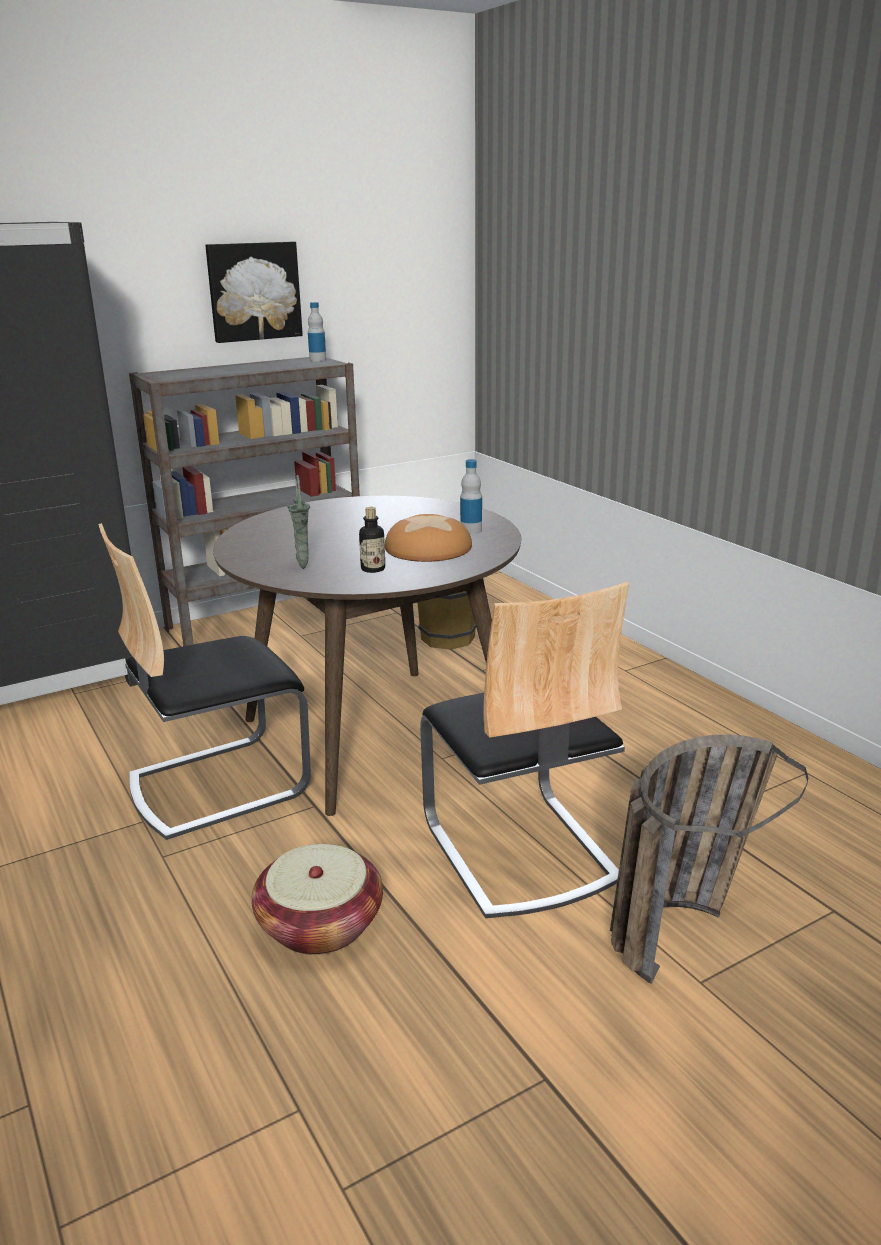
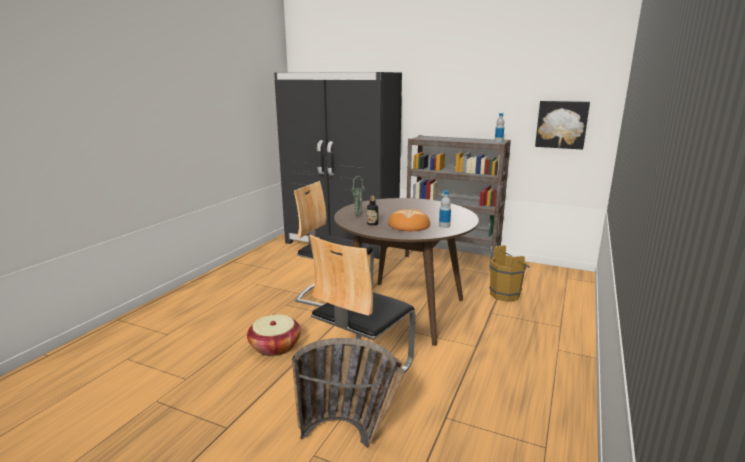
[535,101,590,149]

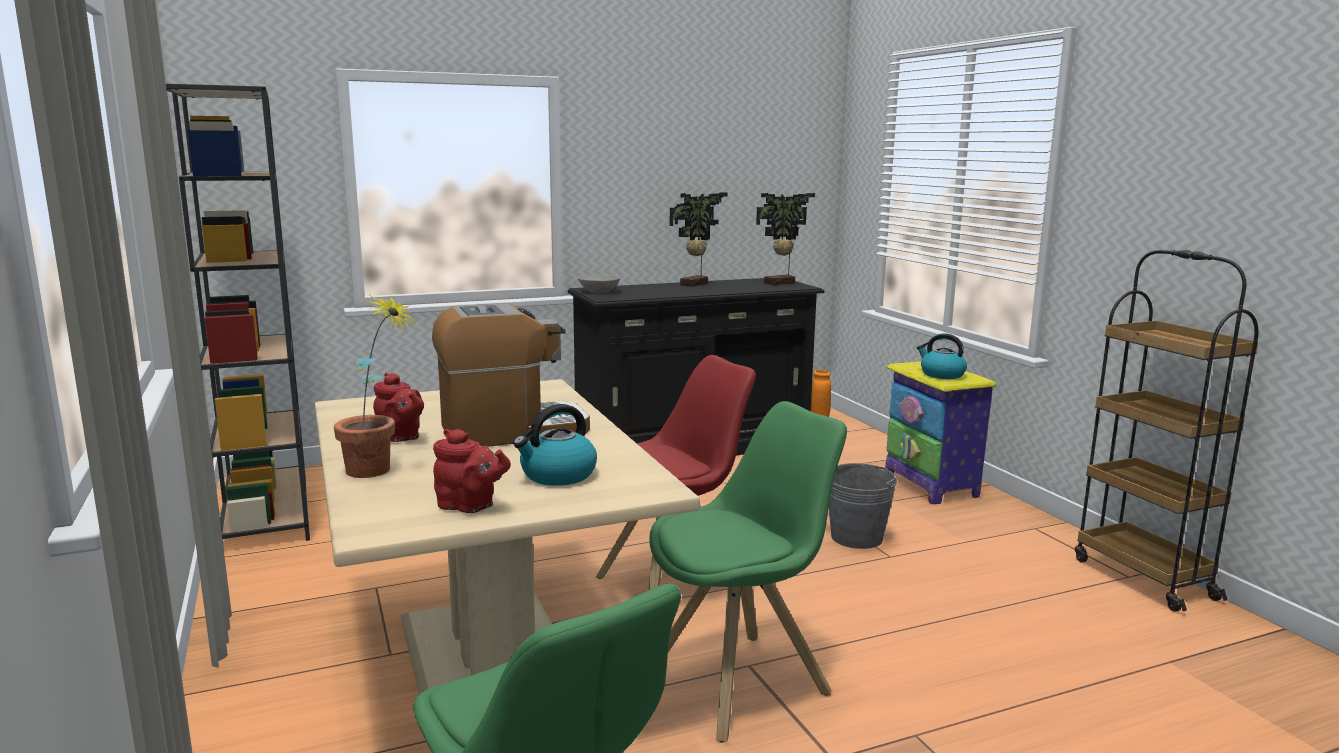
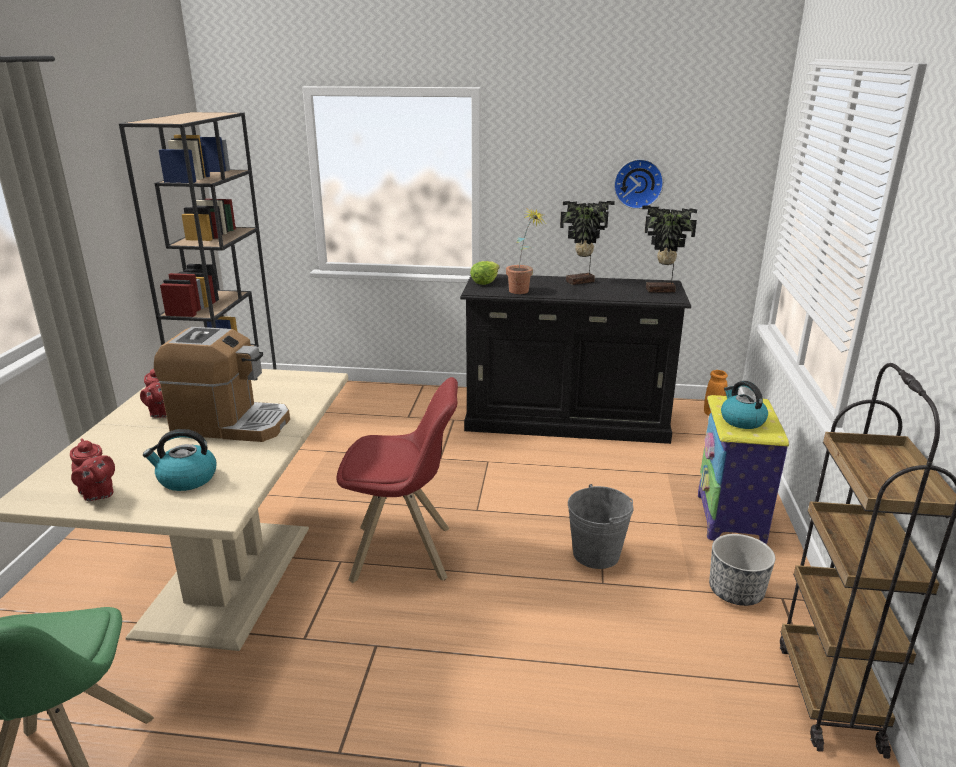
[470,261,499,285]
[506,209,546,294]
[614,159,664,209]
[709,534,775,606]
[649,401,847,742] (first image)

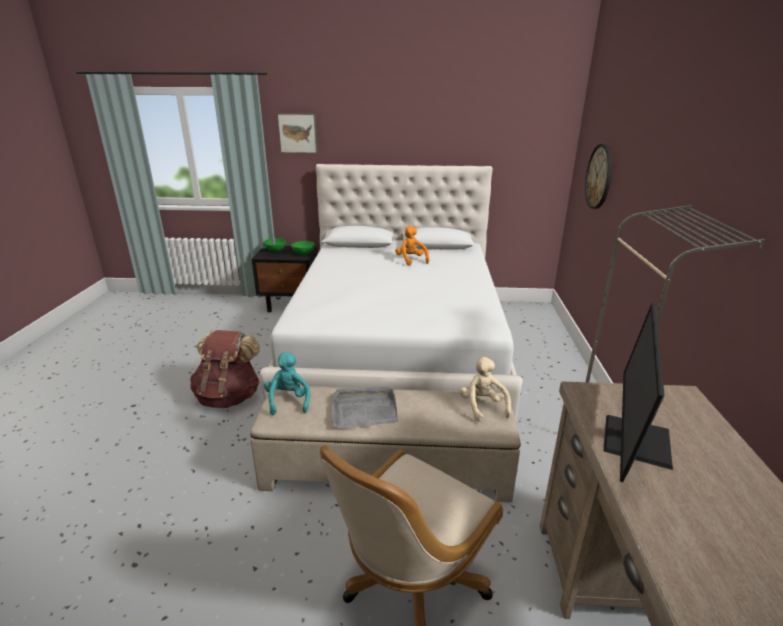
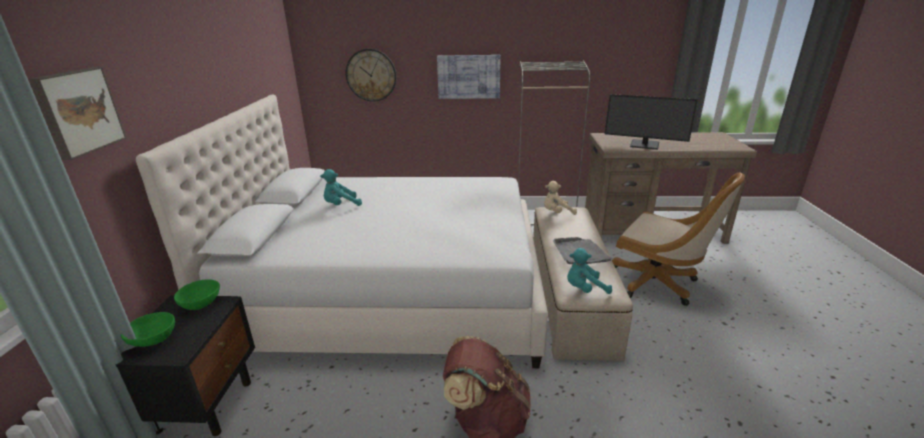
[320,169,362,206]
[437,55,500,99]

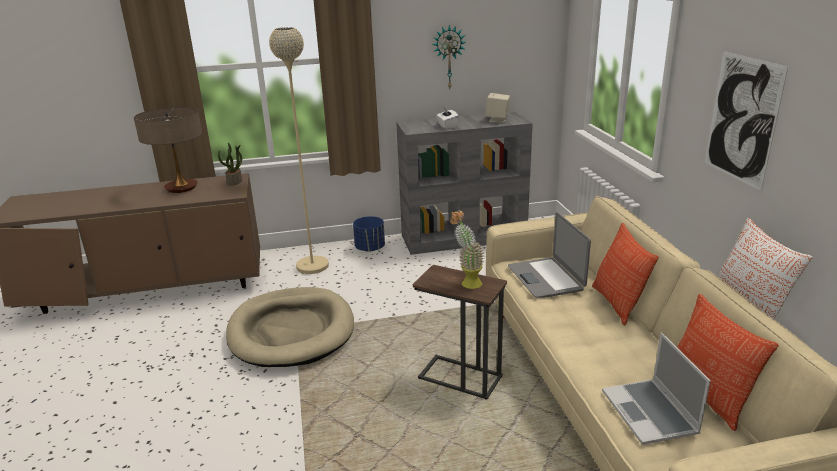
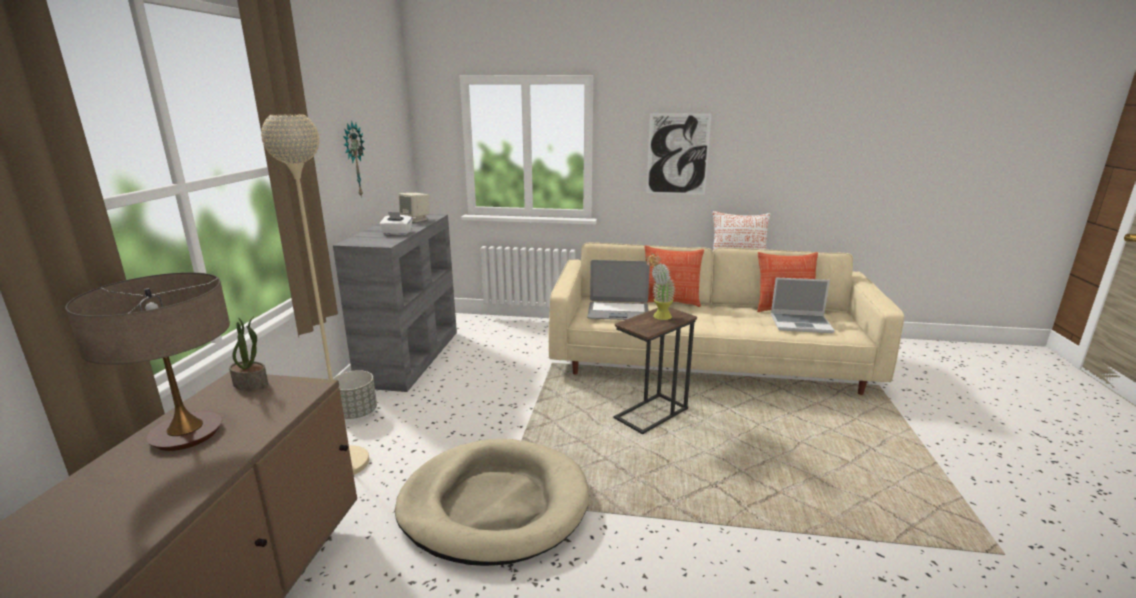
[333,370,377,419]

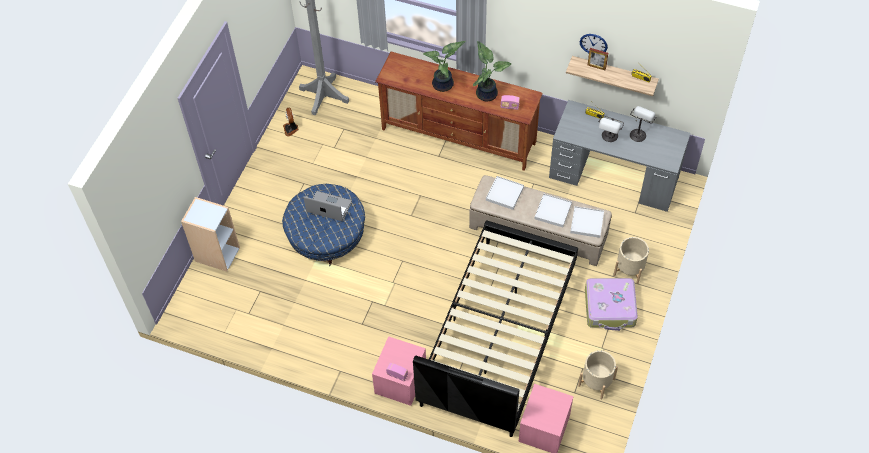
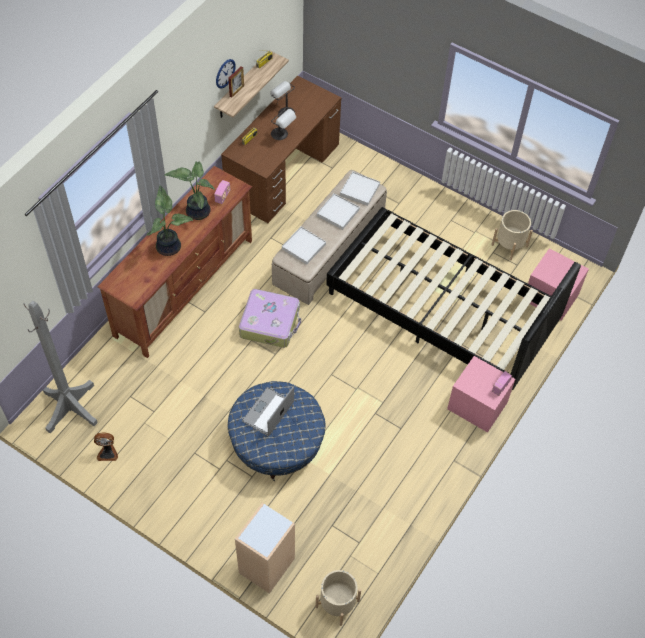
[221,76,341,223]
[239,289,301,348]
[315,570,361,626]

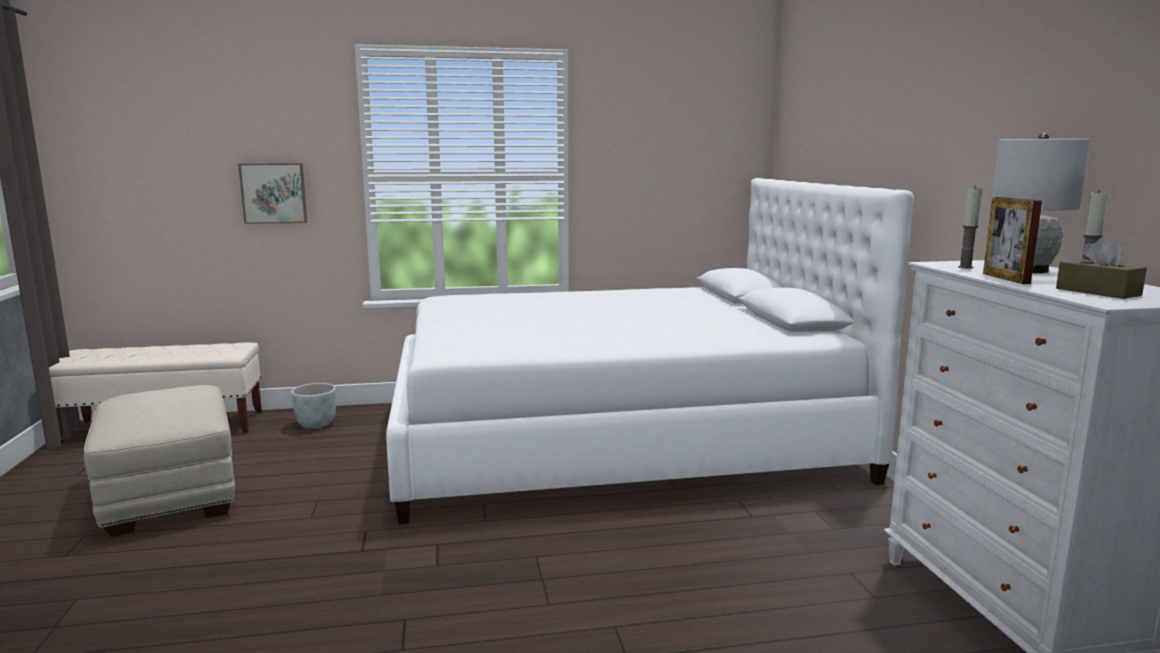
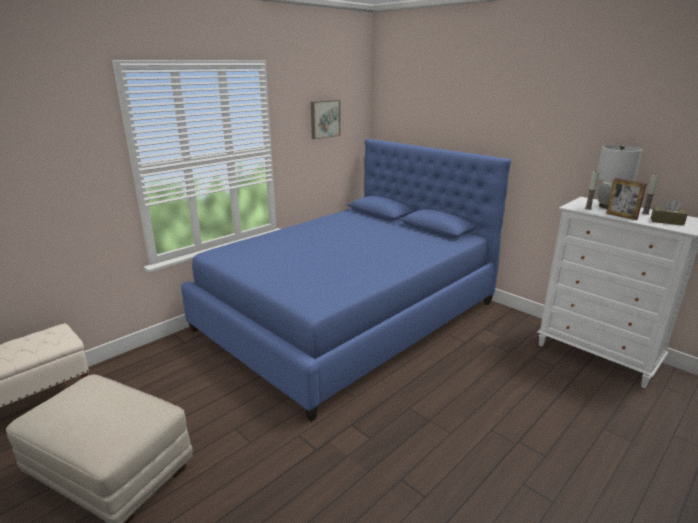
[181,139,511,422]
[311,100,340,139]
[291,383,336,428] (first image)

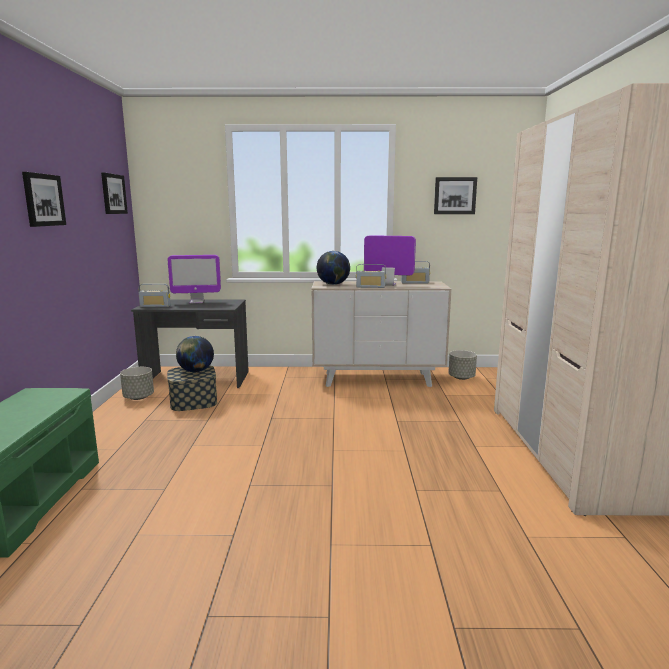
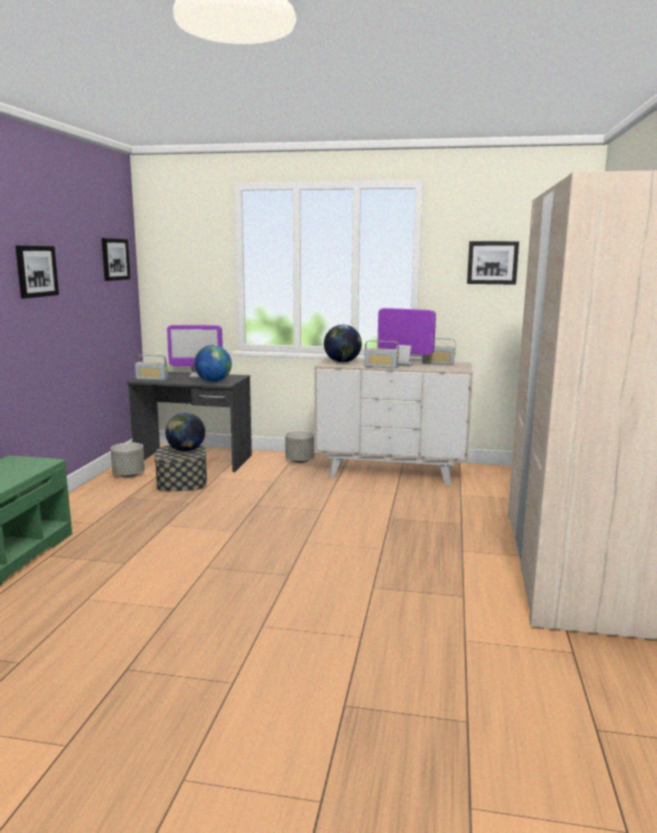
[194,345,232,382]
[285,431,314,463]

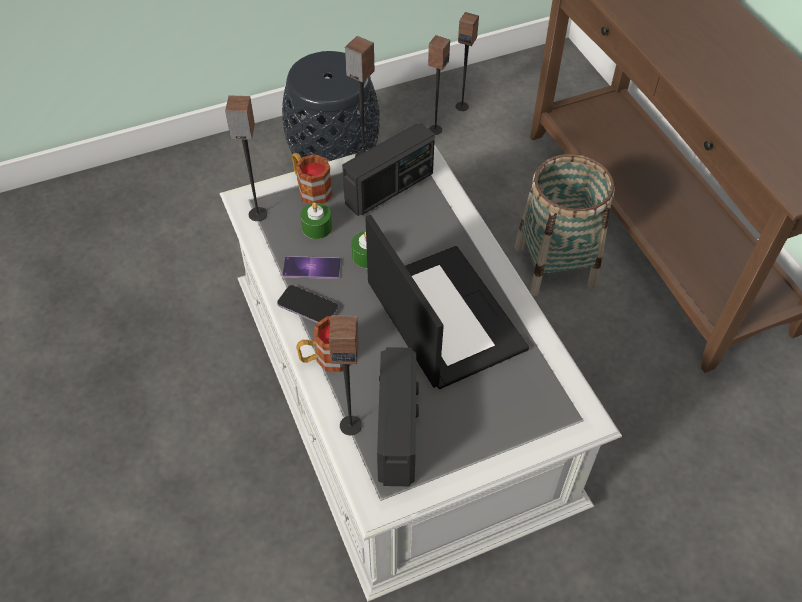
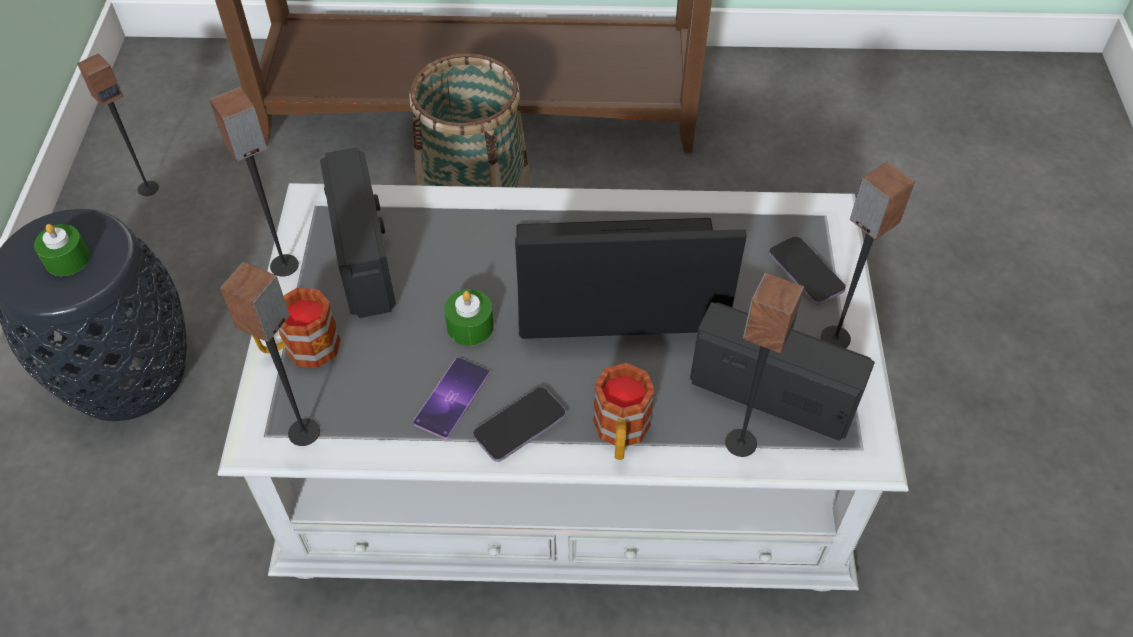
[34,224,90,276]
[769,236,846,305]
[821,161,915,348]

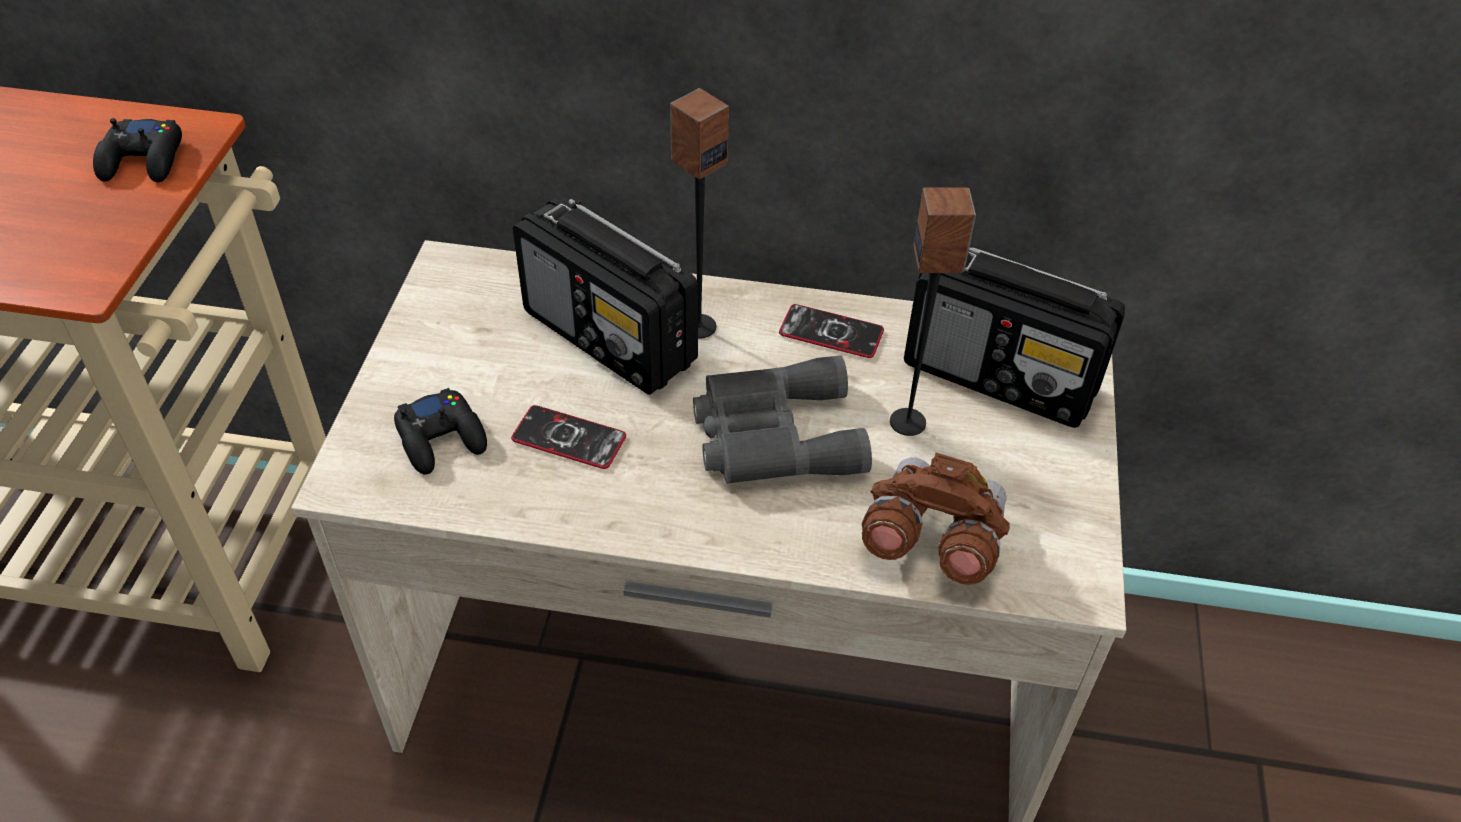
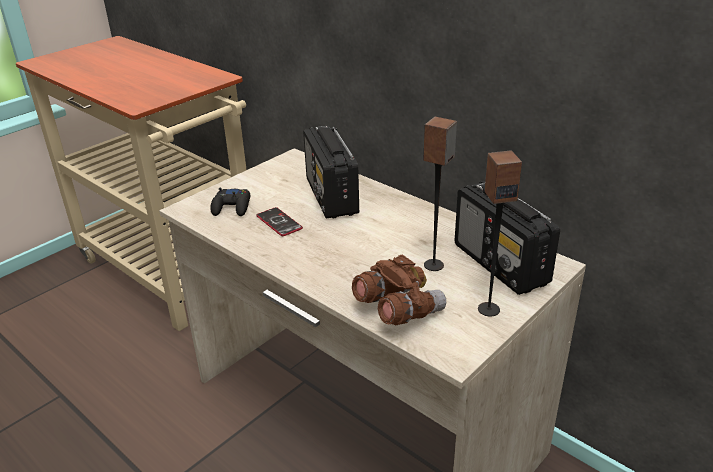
[478,150,522,317]
[93,118,182,182] (first image)
[693,355,872,484] (first image)
[779,304,884,358] (first image)

